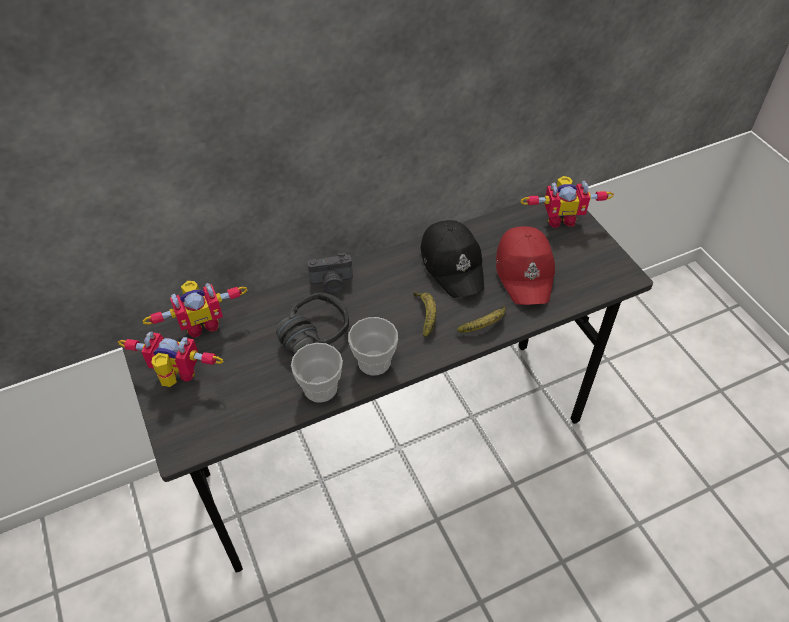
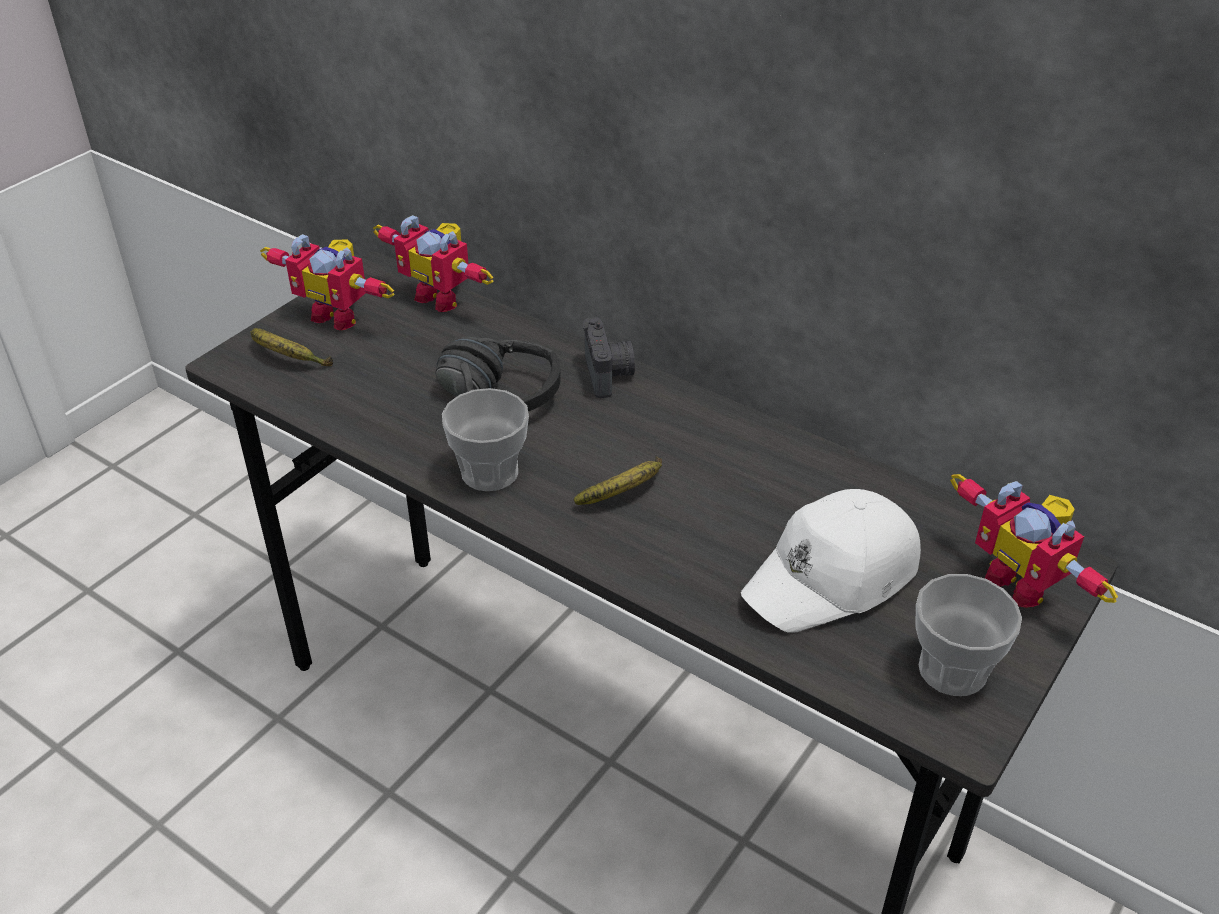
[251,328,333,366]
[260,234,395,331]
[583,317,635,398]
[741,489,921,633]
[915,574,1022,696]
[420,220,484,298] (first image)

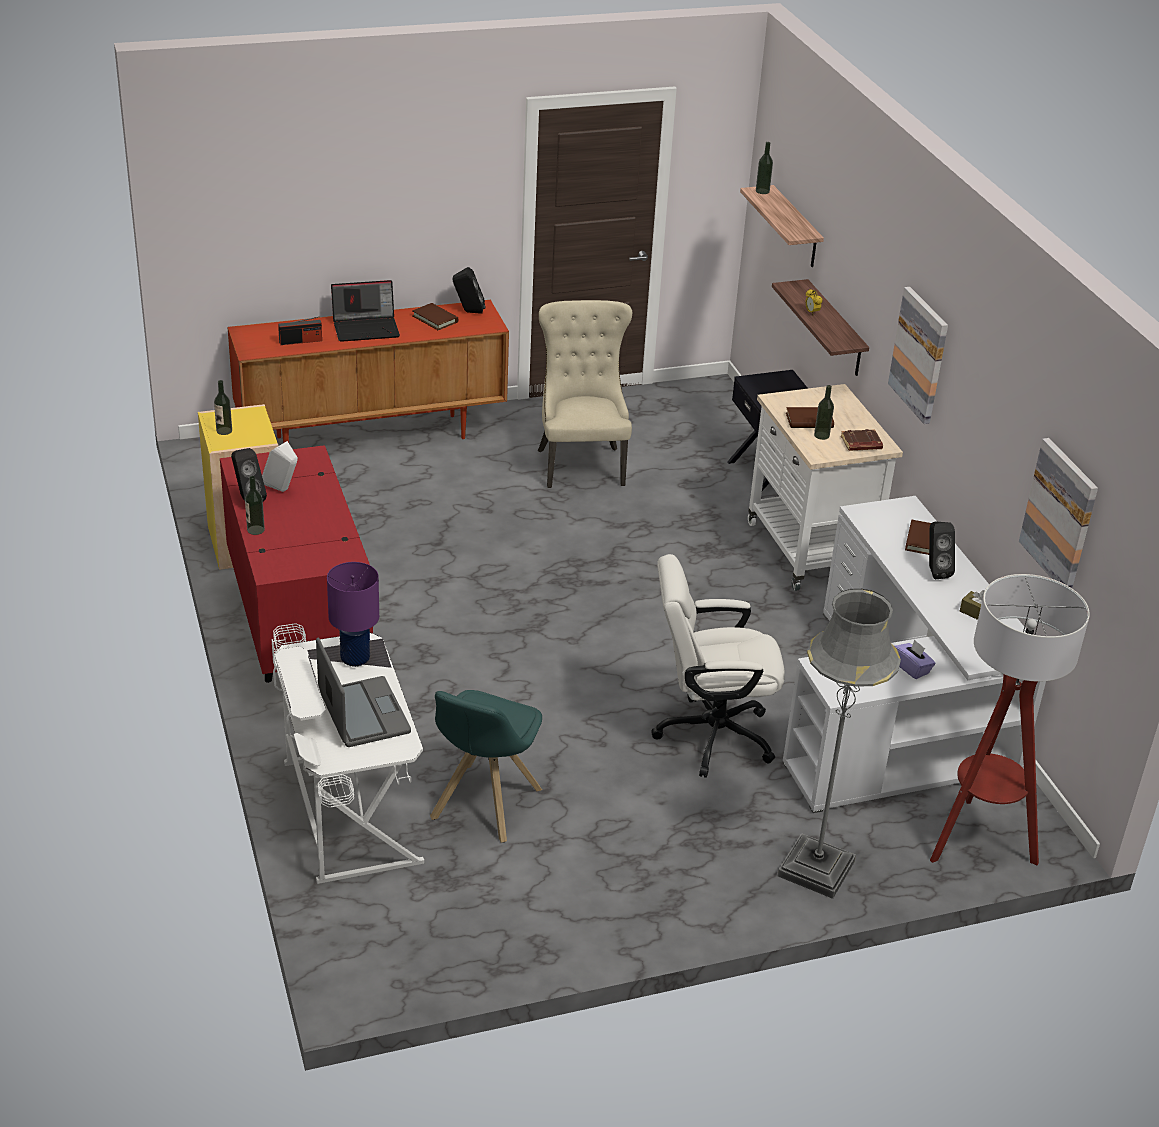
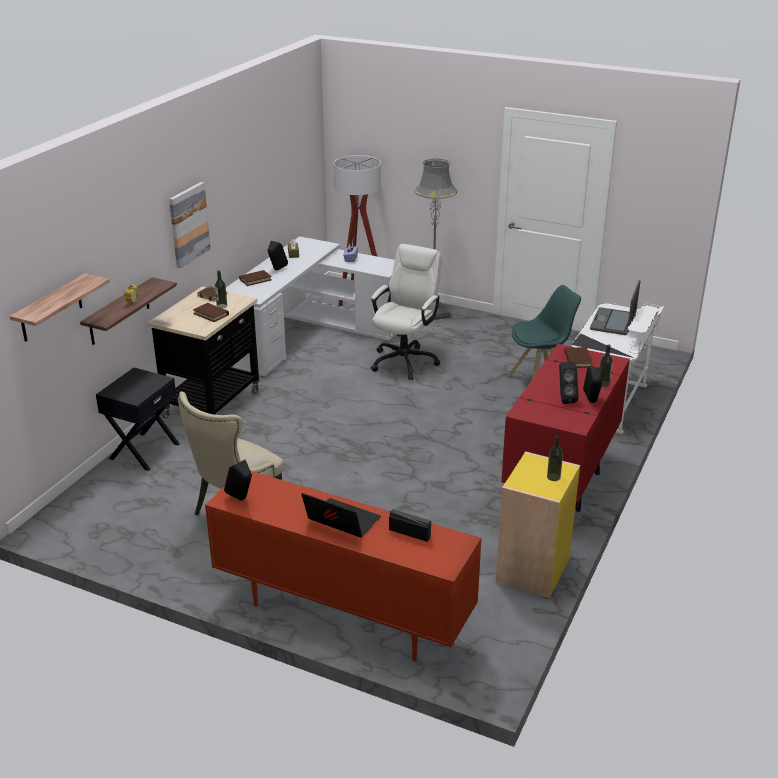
[147,286,259,419]
[371,244,442,380]
[559,361,579,404]
[564,347,593,368]
[327,562,379,667] (first image)
[756,142,773,194] (first image)
[1019,438,1098,588] (first image)

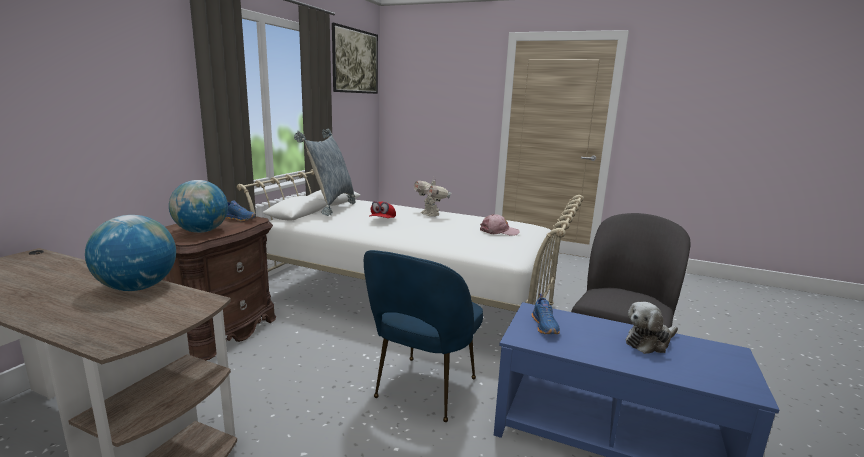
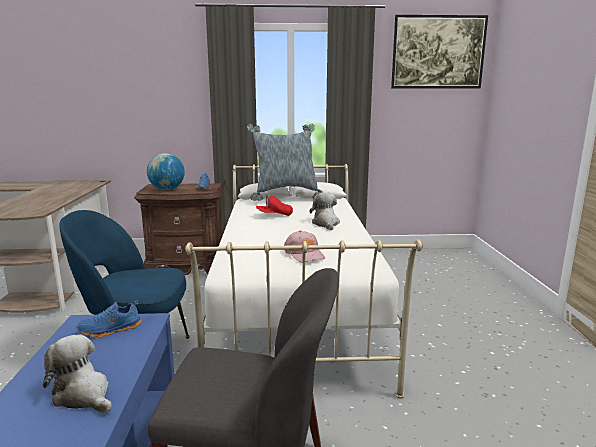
[310,192,340,230]
[85,215,176,291] (first image)

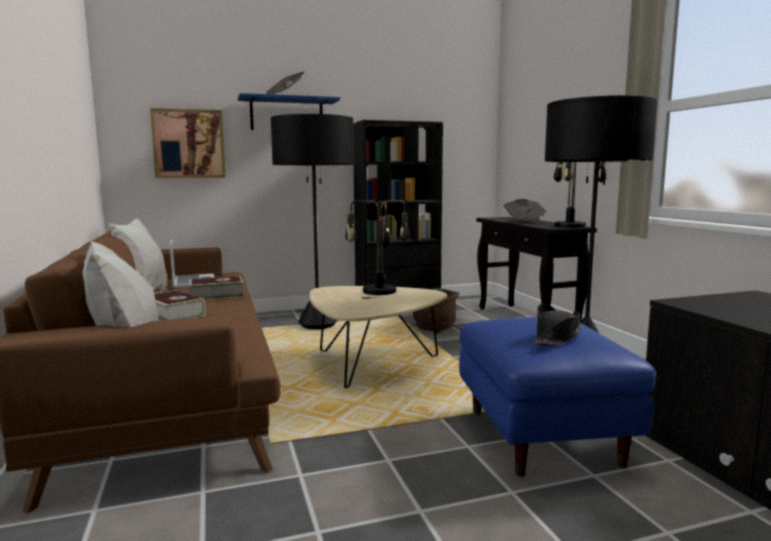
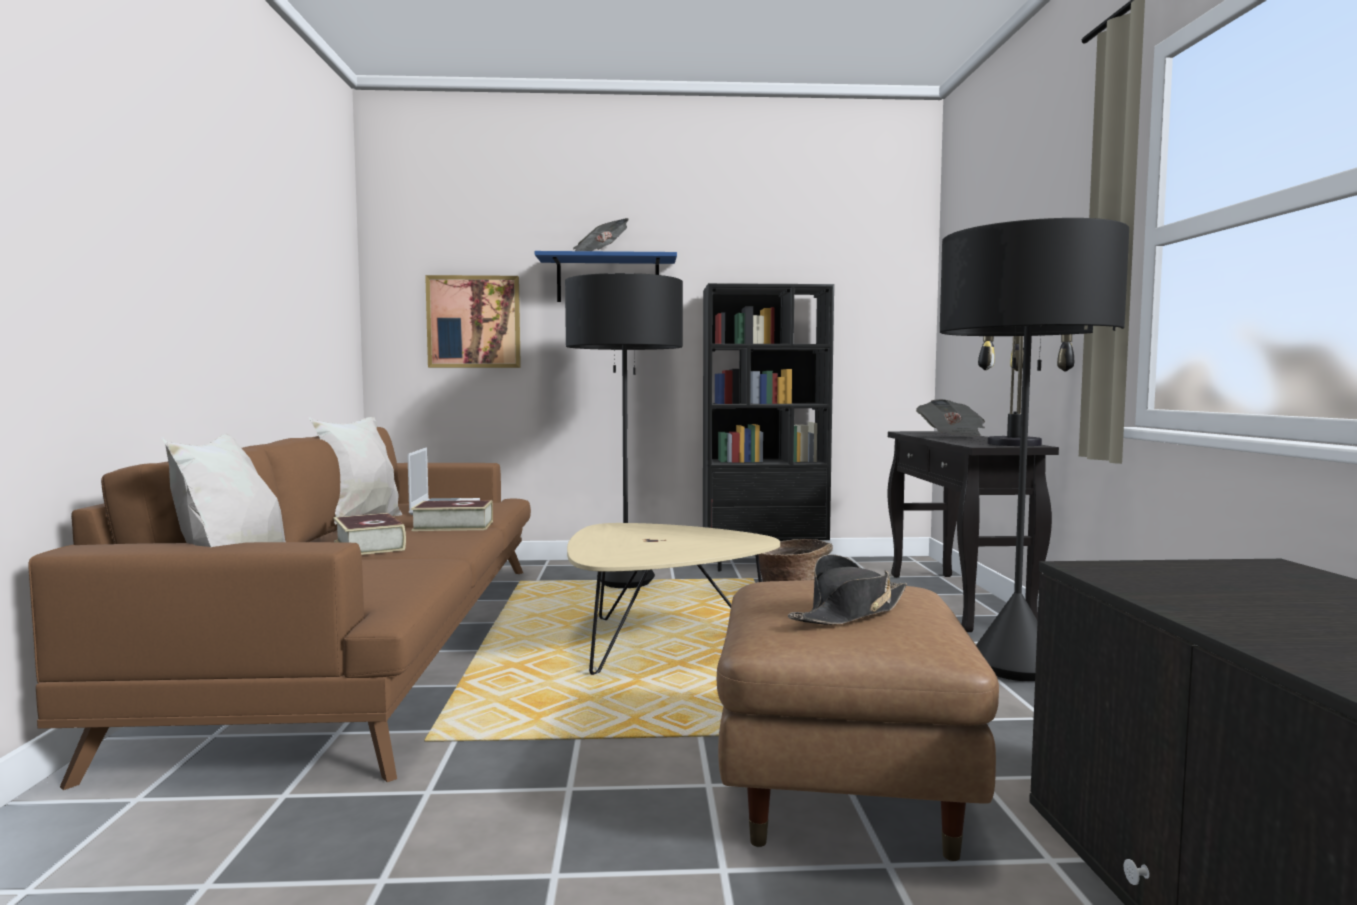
[717,580,999,861]
[346,200,409,295] (first image)

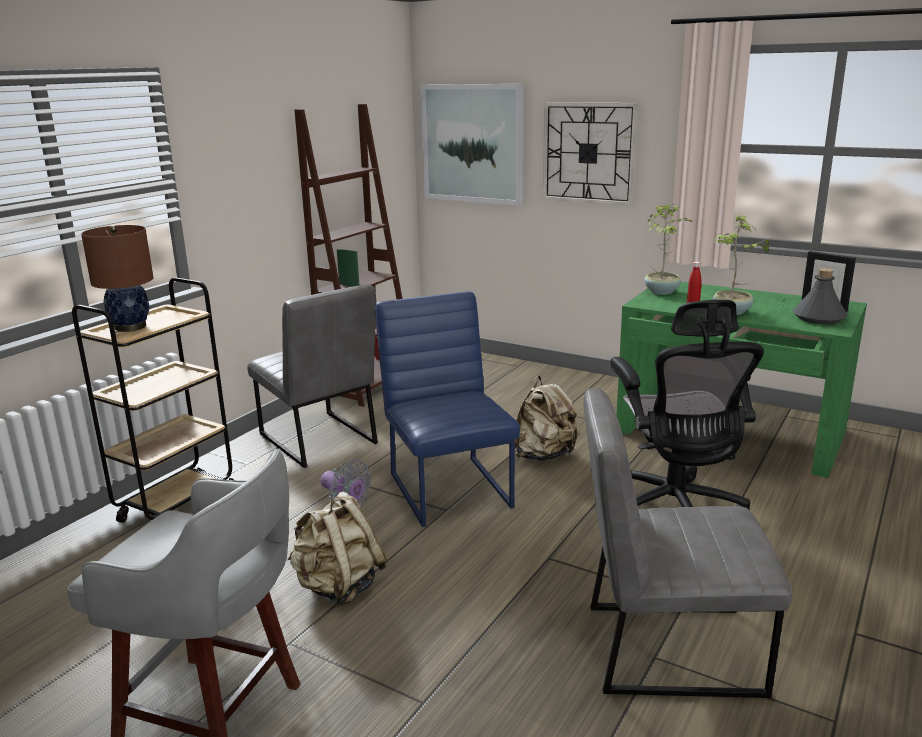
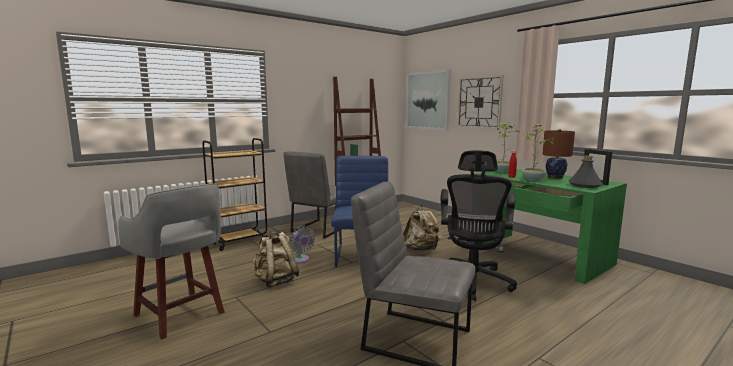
[283,151,342,239]
[543,129,575,179]

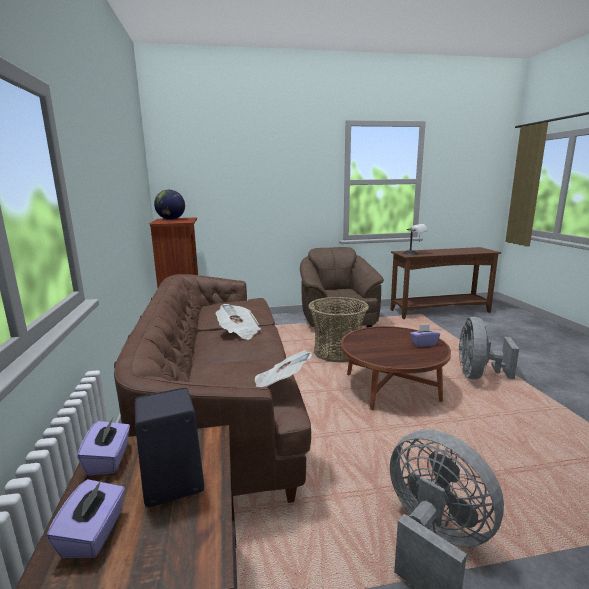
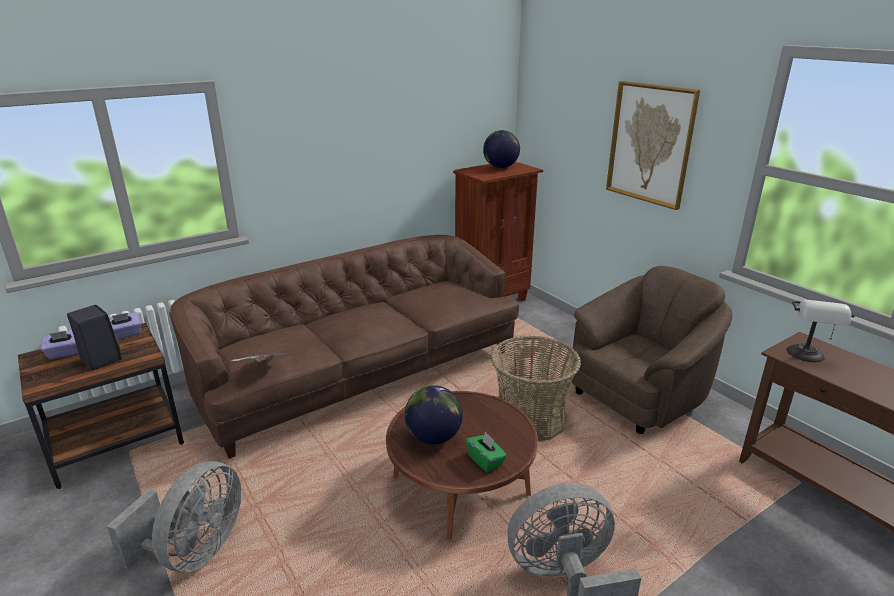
[405,385,463,445]
[466,431,507,473]
[606,81,700,210]
[216,304,261,340] (first image)

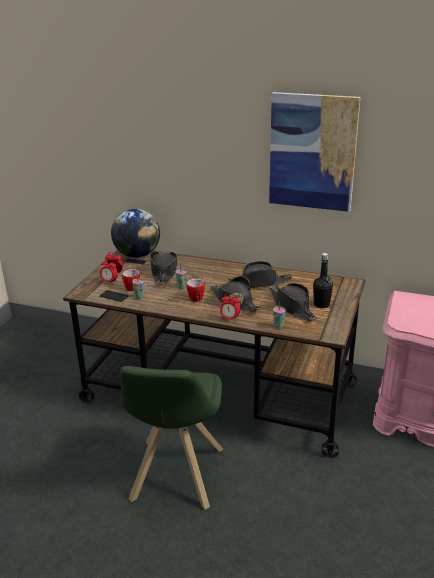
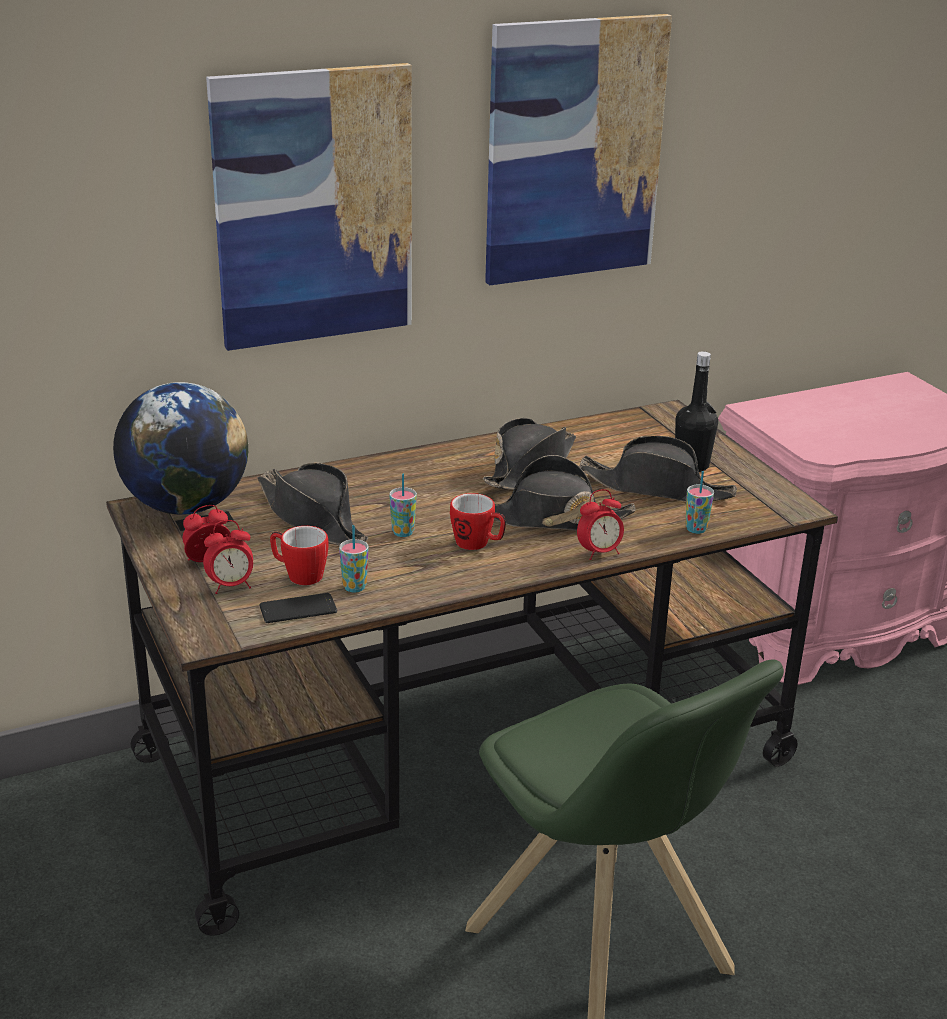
[206,63,412,351]

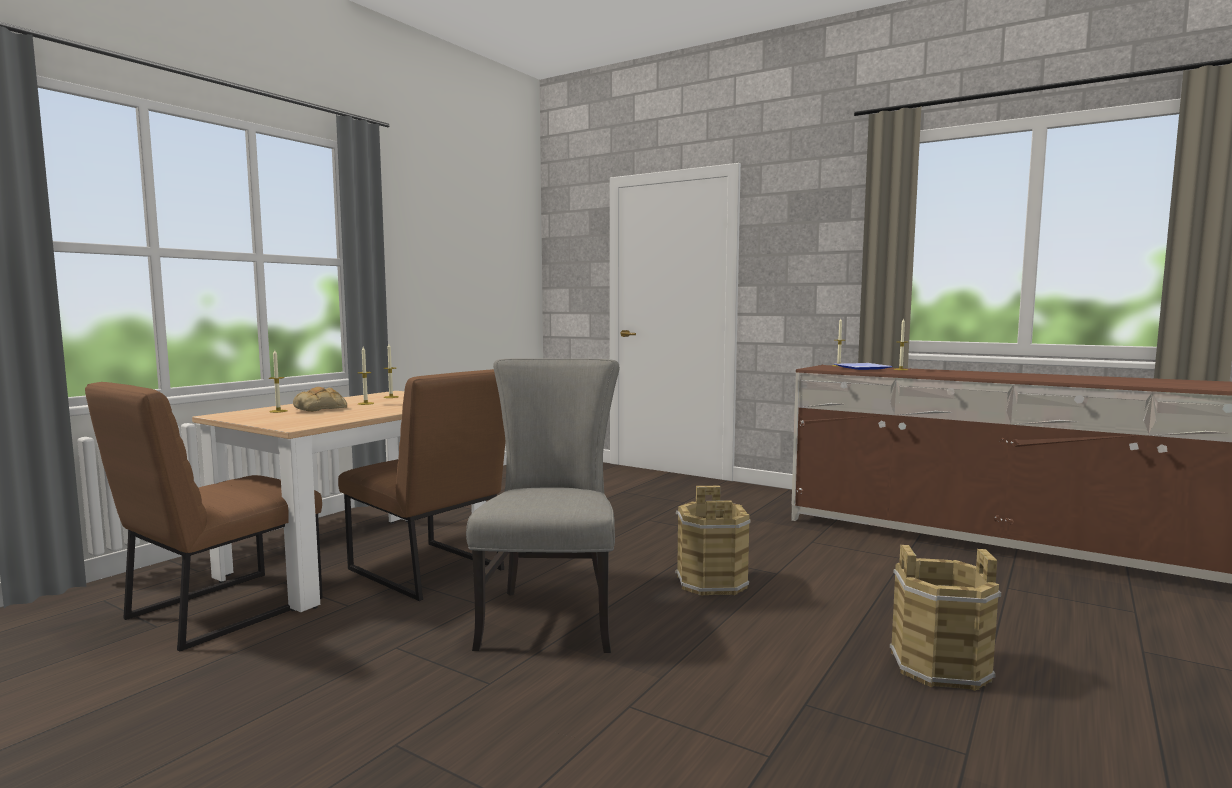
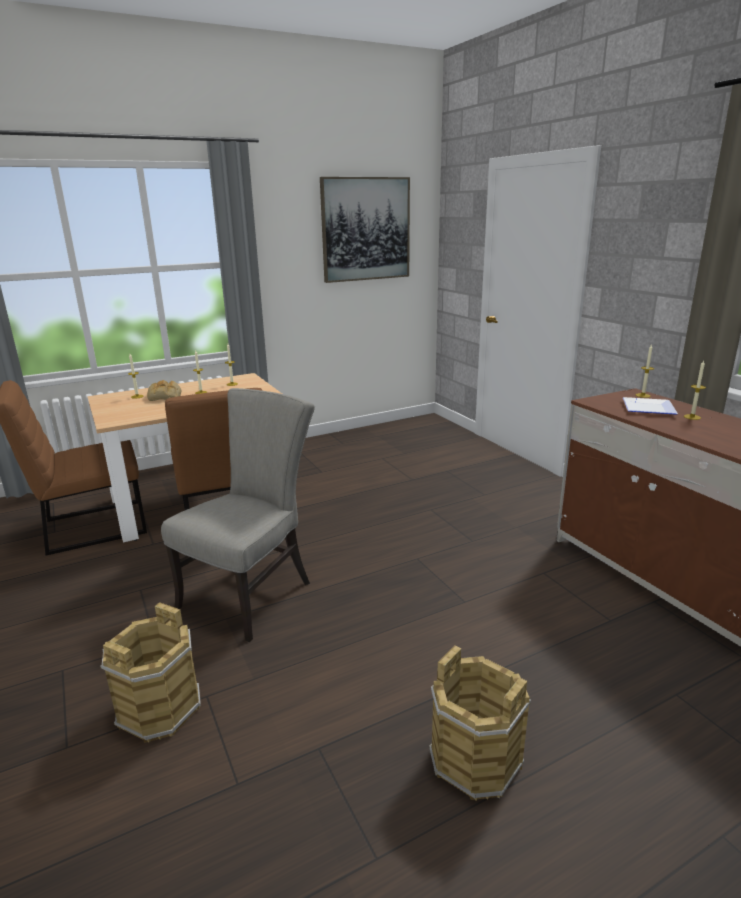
[100,602,201,743]
[320,177,410,283]

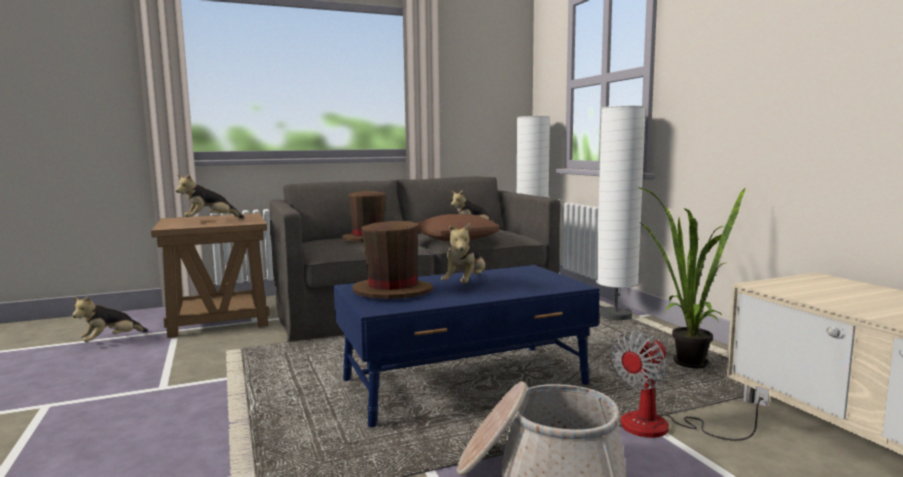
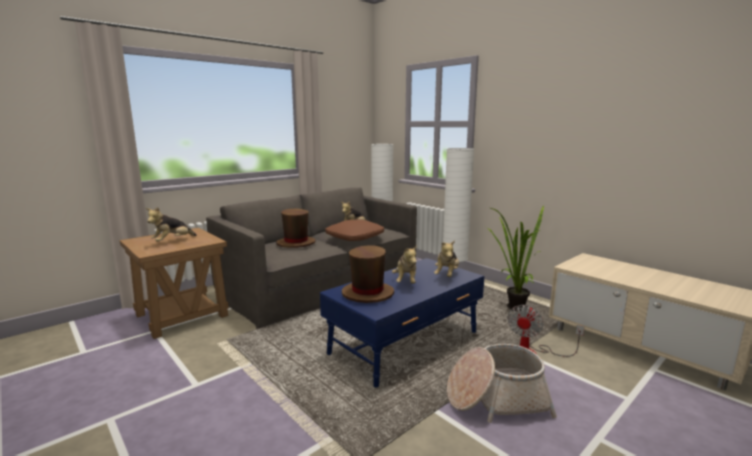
[434,240,459,277]

